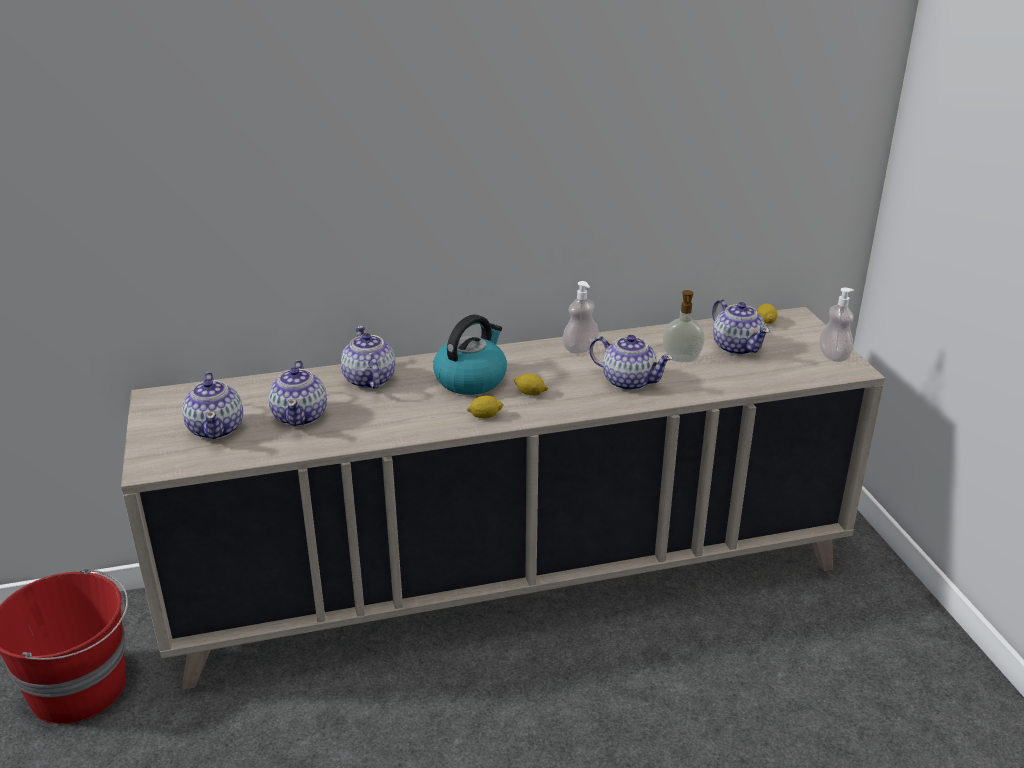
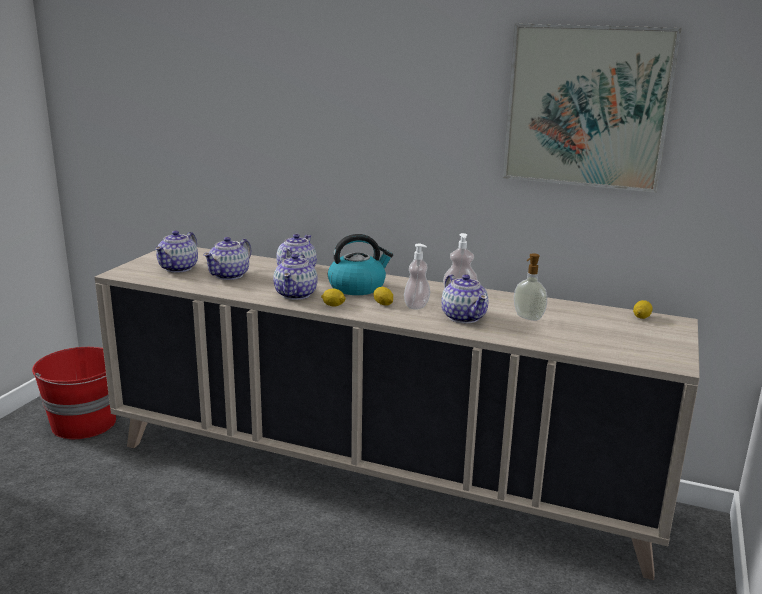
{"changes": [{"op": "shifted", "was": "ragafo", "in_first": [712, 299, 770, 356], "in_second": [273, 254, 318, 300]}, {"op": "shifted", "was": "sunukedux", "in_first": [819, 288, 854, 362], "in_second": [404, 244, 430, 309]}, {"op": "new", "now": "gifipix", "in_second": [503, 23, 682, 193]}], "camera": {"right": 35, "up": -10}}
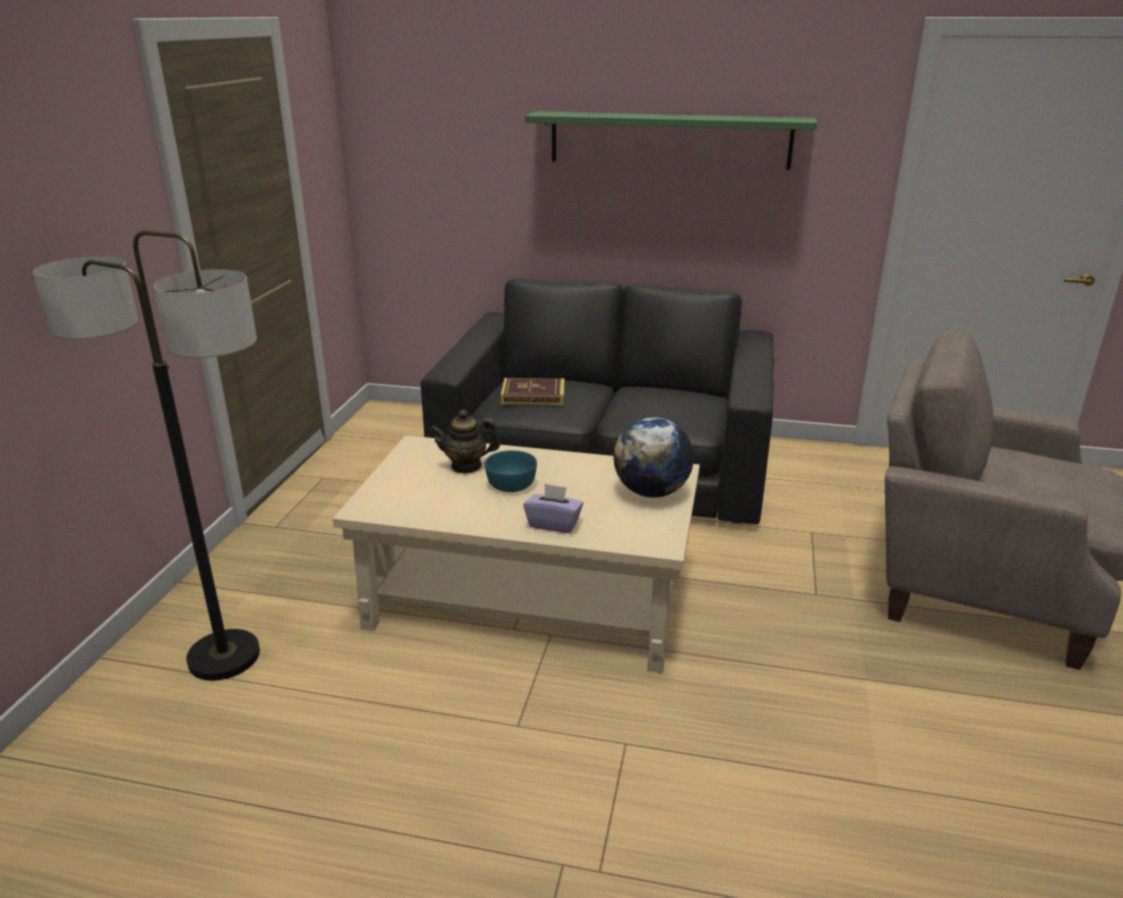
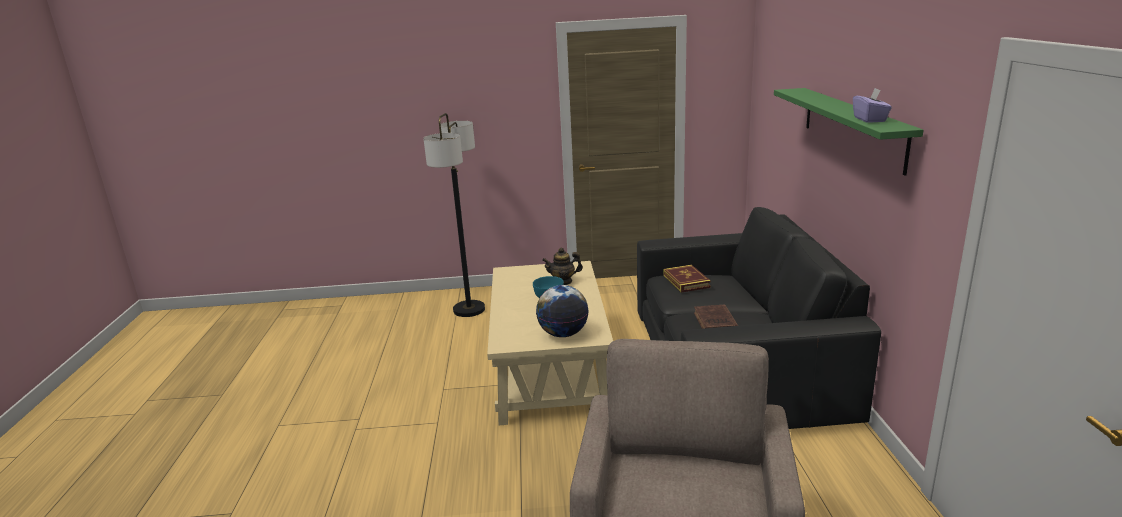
{"changes": [{"op": "rotated", "was": "ragafo", "in_first": [430, 410, 500, 473], "in_second": [542, 248, 583, 285], "clockwise": -75}, {"op": "shifted", "was": "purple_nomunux", "in_first": [523, 484, 583, 533], "in_second": [853, 88, 892, 123]}, {"op": "new", "now": "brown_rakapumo", "in_second": [694, 304, 738, 329]}], "camera": {"right": 75, "up": -5}}
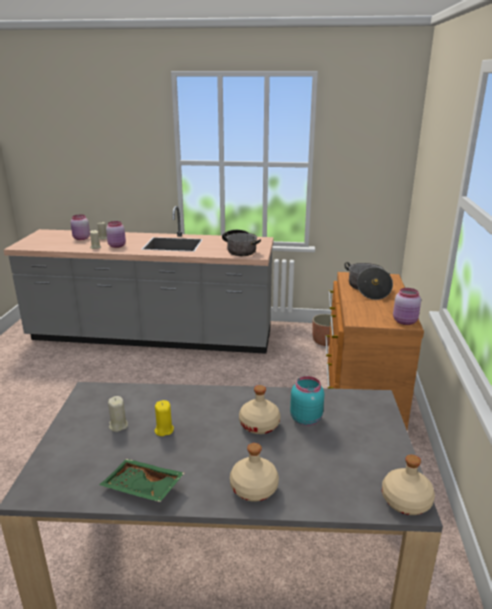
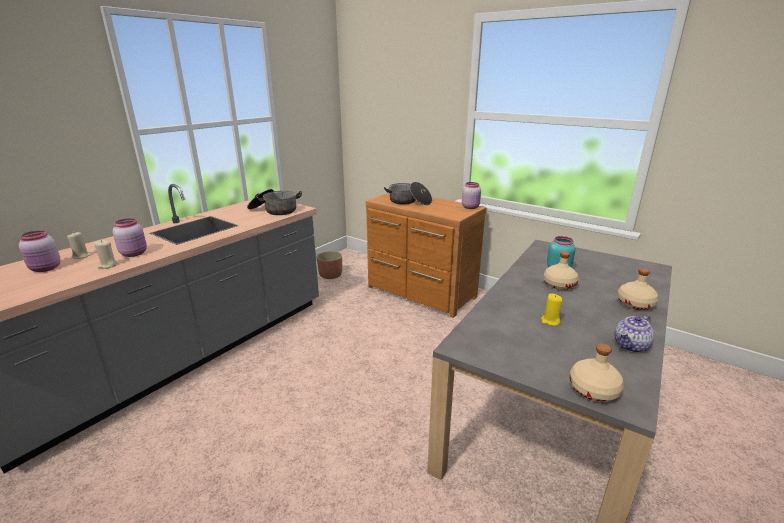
{"changes": [{"op": "swapped", "was": "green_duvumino", "now": "ragafo", "in_first": [99, 459, 184, 502], "in_second": [614, 315, 655, 353]}, {"op": "gone", "was": "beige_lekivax", "in_first": [108, 396, 128, 432]}, {"op": "shifted", "was": "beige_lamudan", "in_first": [382, 455, 435, 515], "in_second": [570, 343, 624, 402]}], "camera": {"right": -60, "up": 0}}
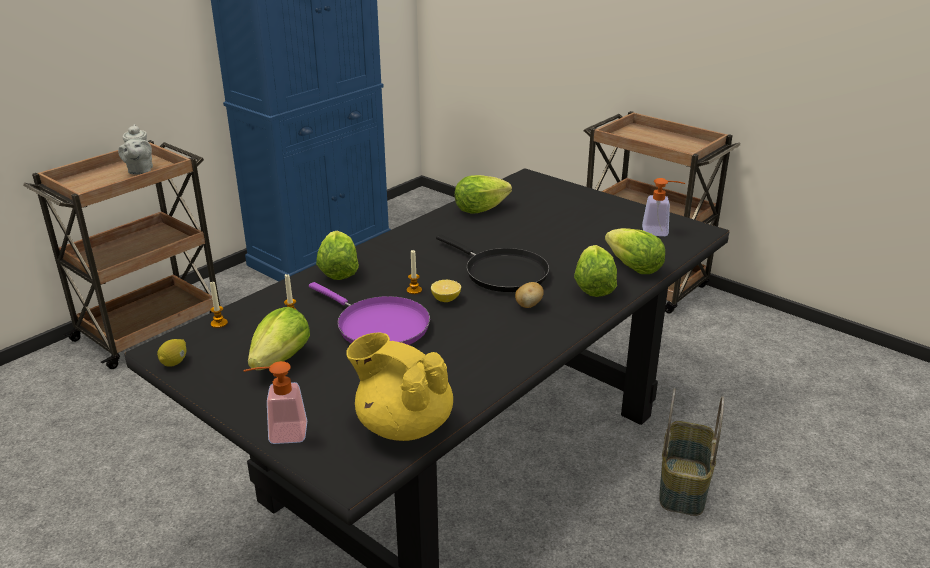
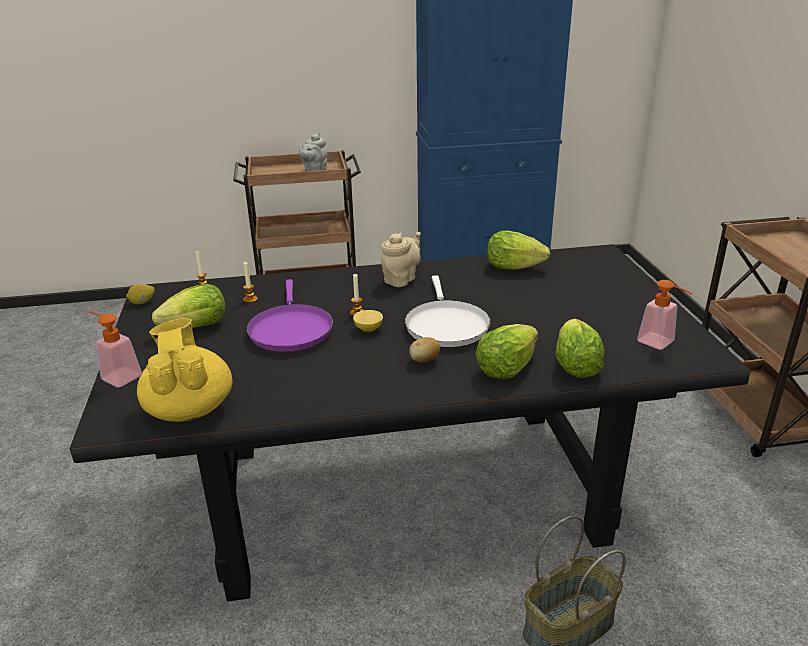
{"changes": [{"op": "gone", "was": "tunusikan", "in_first": [316, 231, 359, 280]}, {"op": "repainted", "was": "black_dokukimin", "now": "white_dokukimin", "in_first": [436, 235, 549, 292], "in_second": [405, 275, 491, 347]}, {"op": "new", "now": "beige_ragafo", "in_second": [381, 232, 421, 287]}], "camera": {"right": 40, "up": 0}}
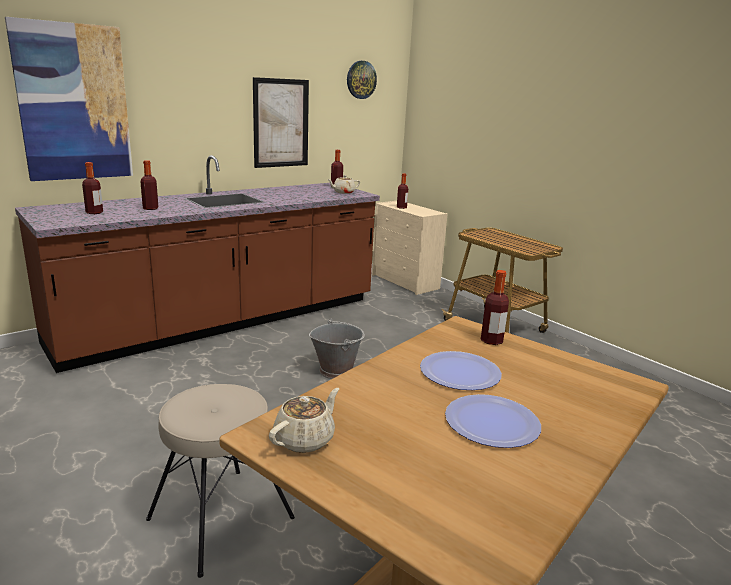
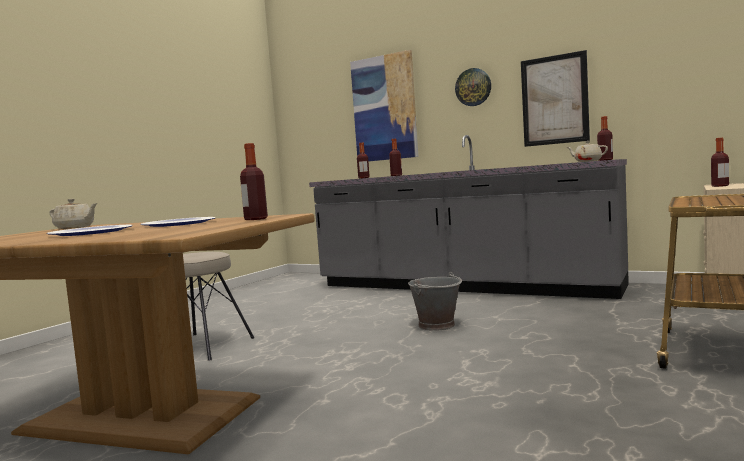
{"changes": [{"op": "repainted", "was": "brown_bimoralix", "now": "grey_bimoralix", "in_first": [15, 155, 380, 373], "in_second": [309, 135, 629, 299]}, {"op": "shifted", "was": "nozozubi", "in_first": [347, 61, 377, 99], "in_second": [455, 68, 491, 106]}], "camera": {"right": 70, "up": -15}}
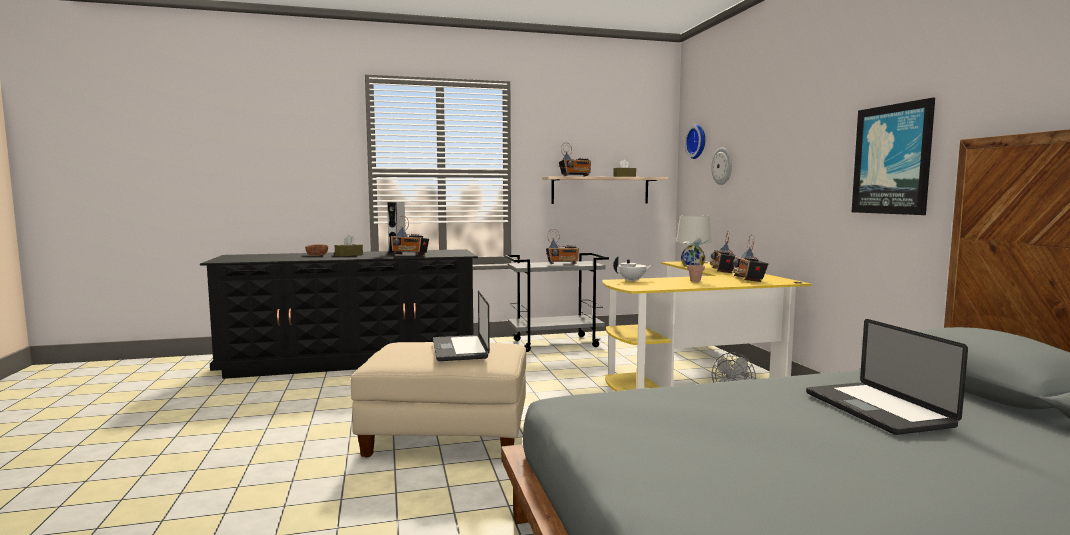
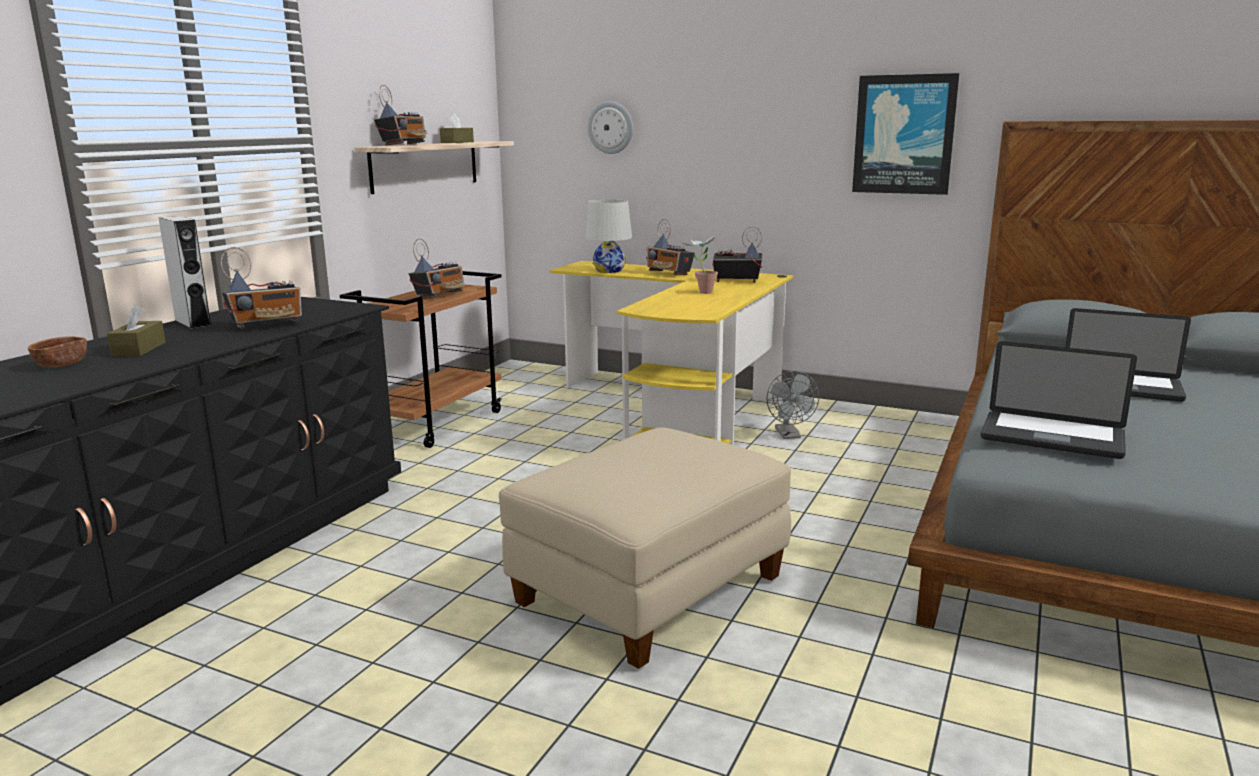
{"changes": [{"op": "shifted", "was": "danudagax", "in_first": [433, 290, 490, 361], "in_second": [981, 341, 1137, 459]}, {"op": "repainted", "was": "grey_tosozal", "now": "brown_tosozal", "in_first": [505, 253, 609, 352], "in_second": [340, 271, 502, 448]}, {"op": "gone", "was": "white_ragafo", "in_first": [613, 256, 653, 282]}, {"op": "gone", "was": "nozozubi", "in_first": [685, 124, 705, 159]}, {"op": "rotated", "was": "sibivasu", "in_first": [733, 235, 768, 282], "in_second": [712, 226, 762, 283], "clockwise": 150}], "camera": {"right": -50, "up": 10}}
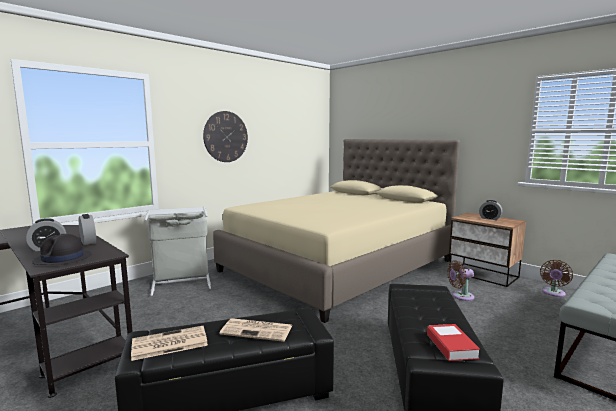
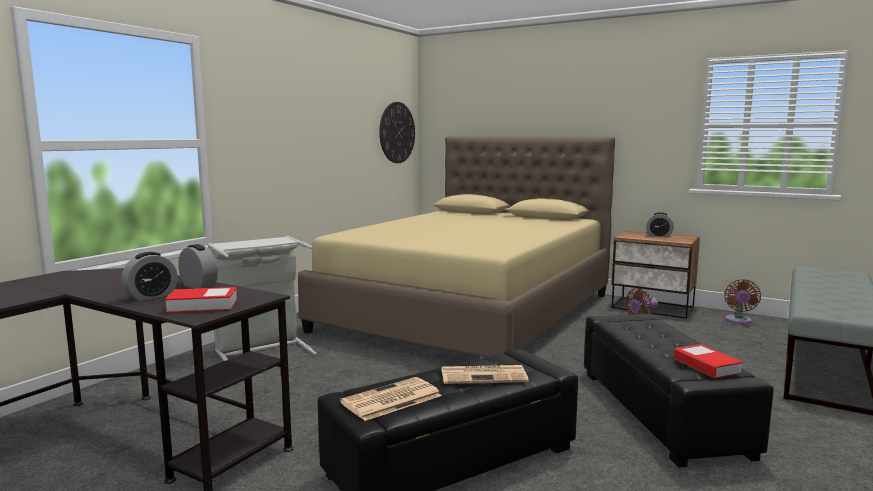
{"changes": [{"op": "swapped", "was": "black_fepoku", "now": "rakapumo", "in_first": [32, 234, 92, 265], "in_second": [165, 287, 237, 313]}, {"op": "shifted", "was": "nozozubi", "in_first": [203, 111, 248, 162], "in_second": [379, 102, 415, 163]}], "camera": {"right": -15, "up": 0}}
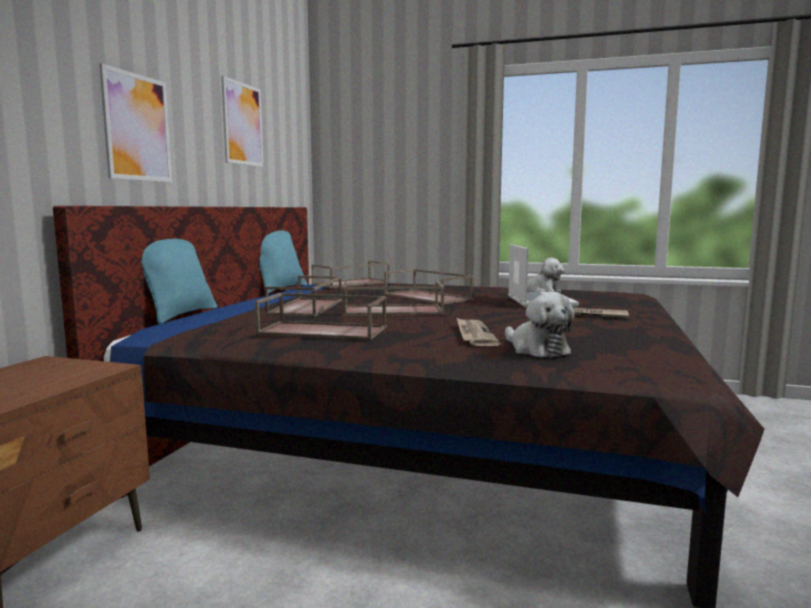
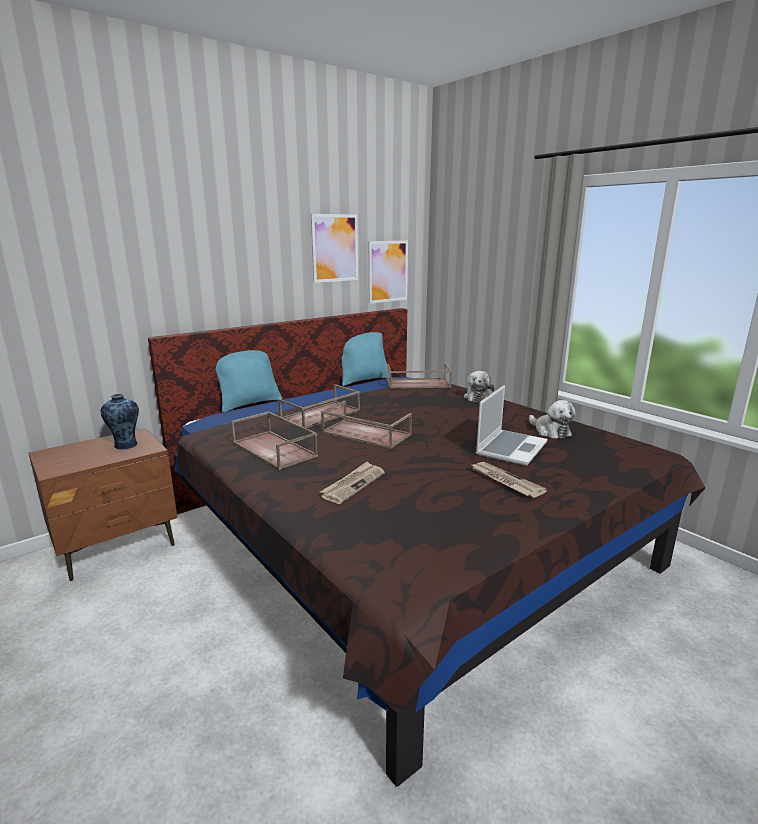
{"changes": [{"op": "shifted", "was": "gifipix", "in_first": [99, 63, 172, 182], "in_second": [368, 241, 408, 304]}, {"op": "gone", "was": "brown_duvumino", "in_first": [384, 269, 474, 304]}, {"op": "shifted", "was": "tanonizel", "in_first": [505, 293, 575, 358], "in_second": [464, 371, 495, 402]}, {"op": "new", "now": "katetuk", "in_second": [101, 394, 139, 450]}], "camera": {"right": 35, "up": 10}}
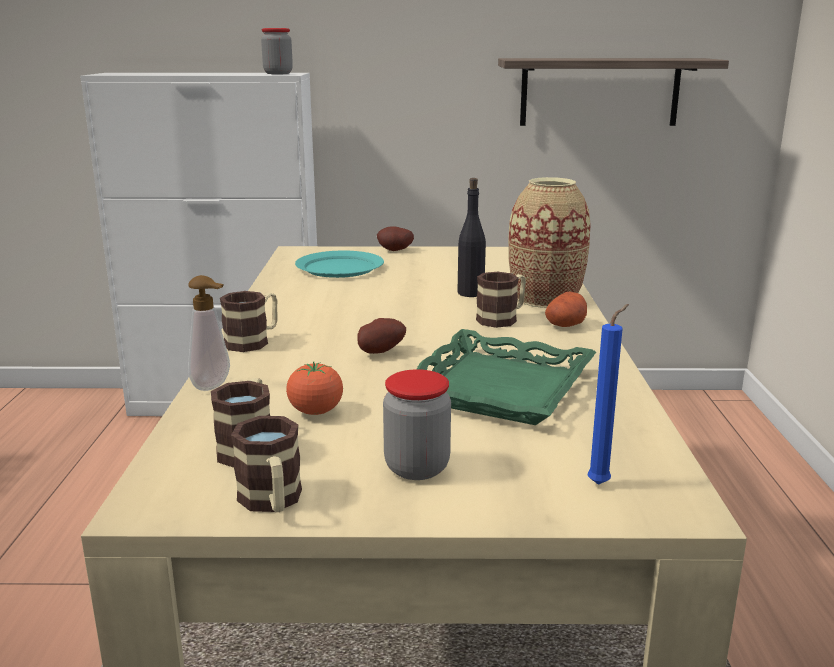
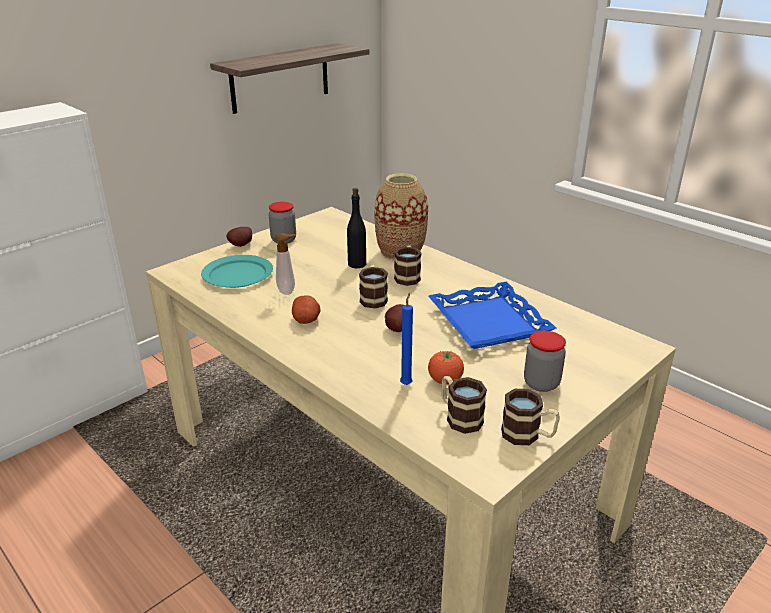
{"changes": [{"op": "shifted", "was": "sunukedux", "in_first": [188, 275, 230, 391], "in_second": [275, 233, 296, 295]}, {"op": "shifted", "was": "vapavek", "in_first": [220, 291, 278, 352], "in_second": [359, 265, 388, 309]}, {"op": "shifted", "was": "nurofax", "in_first": [261, 28, 293, 74], "in_second": [269, 202, 296, 244]}, {"op": "repainted", "was": "green_duvumino", "now": "blue_duvumino", "in_first": [417, 329, 596, 425], "in_second": [428, 282, 556, 349]}, {"op": "shifted", "was": "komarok", "in_first": [545, 292, 587, 327], "in_second": [292, 295, 320, 324]}, {"op": "shifted", "was": "blue_lekivax", "in_first": [587, 304, 629, 485], "in_second": [400, 293, 413, 385]}], "camera": {"right": -45, "up": 10}}
